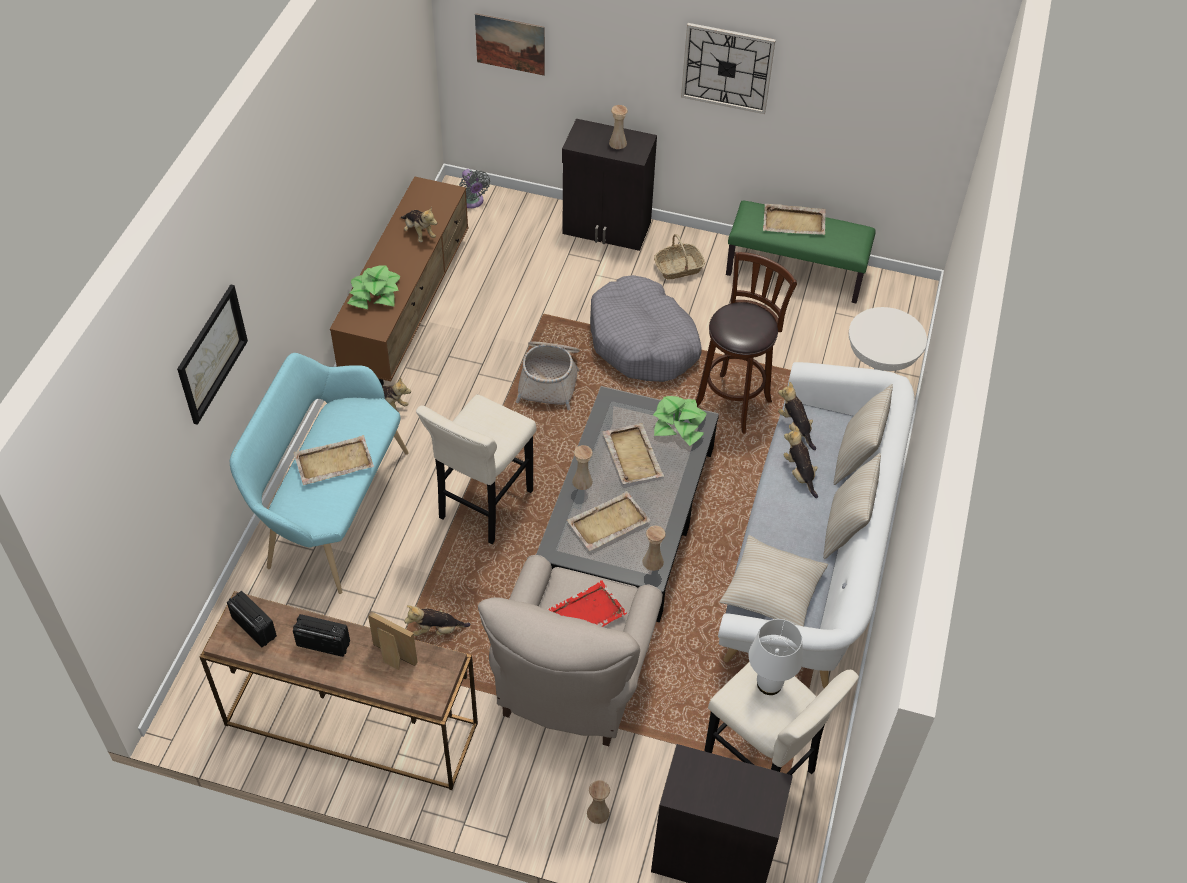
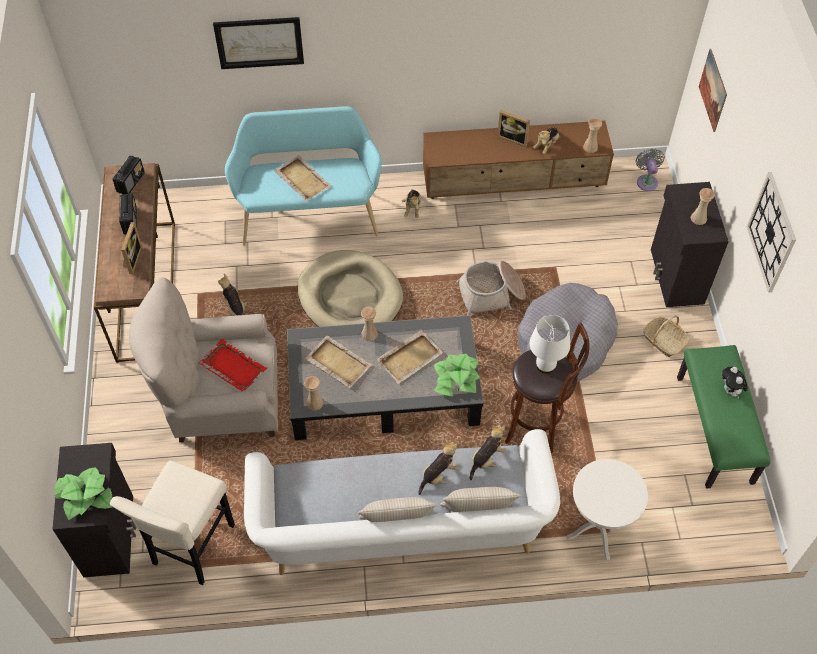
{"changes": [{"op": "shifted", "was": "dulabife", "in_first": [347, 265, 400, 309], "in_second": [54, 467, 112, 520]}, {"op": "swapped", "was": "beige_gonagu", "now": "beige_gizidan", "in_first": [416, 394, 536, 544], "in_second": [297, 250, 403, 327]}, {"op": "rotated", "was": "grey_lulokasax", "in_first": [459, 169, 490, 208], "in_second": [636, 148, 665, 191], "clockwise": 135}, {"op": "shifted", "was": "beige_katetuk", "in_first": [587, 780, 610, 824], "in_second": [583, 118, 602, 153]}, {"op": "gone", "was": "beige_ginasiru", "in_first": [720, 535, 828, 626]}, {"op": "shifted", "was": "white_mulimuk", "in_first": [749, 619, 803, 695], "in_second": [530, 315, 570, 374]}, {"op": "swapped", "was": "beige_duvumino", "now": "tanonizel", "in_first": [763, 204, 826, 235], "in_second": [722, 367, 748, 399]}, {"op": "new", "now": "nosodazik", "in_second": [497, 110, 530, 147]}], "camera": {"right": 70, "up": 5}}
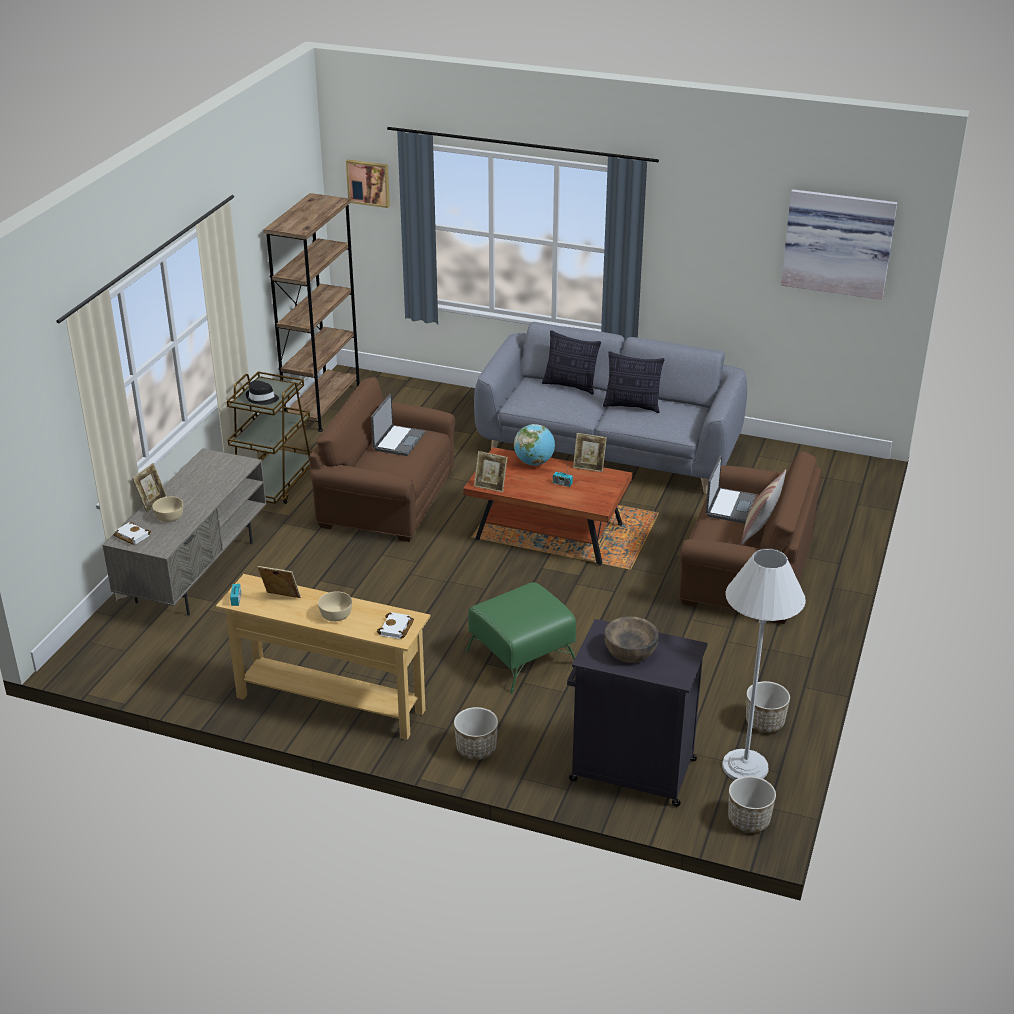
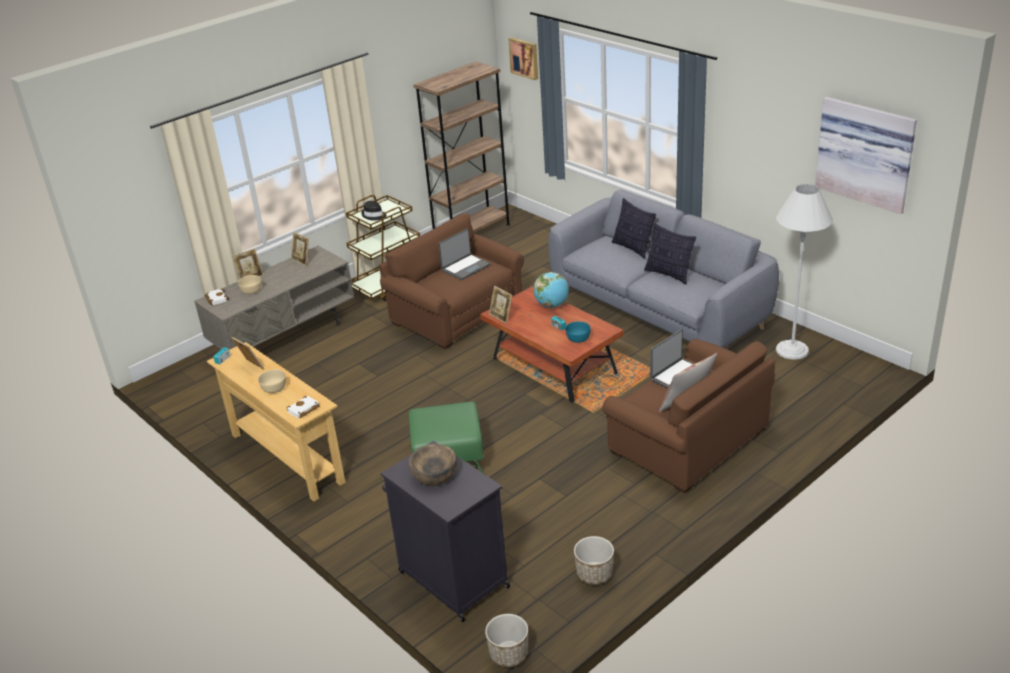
{"changes": [{"op": "gone", "was": "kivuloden", "in_first": [454, 707, 498, 760]}, {"op": "shifted", "was": "nosodazik", "in_first": [573, 433, 607, 472], "in_second": [291, 232, 309, 266]}, {"op": "shifted", "was": "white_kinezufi", "in_first": [722, 548, 806, 780], "in_second": [776, 184, 833, 360]}, {"op": "new", "now": "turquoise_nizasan", "in_second": [565, 321, 591, 343]}], "camera": {"right": 30, "up": 0}}
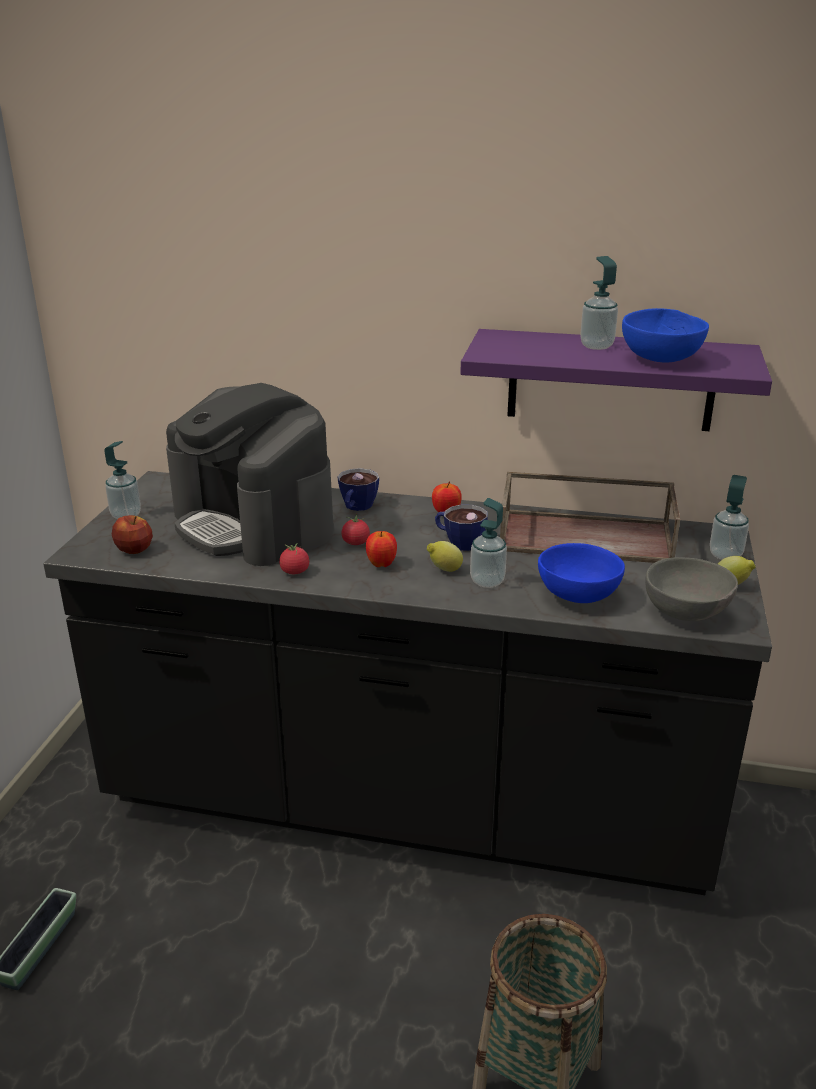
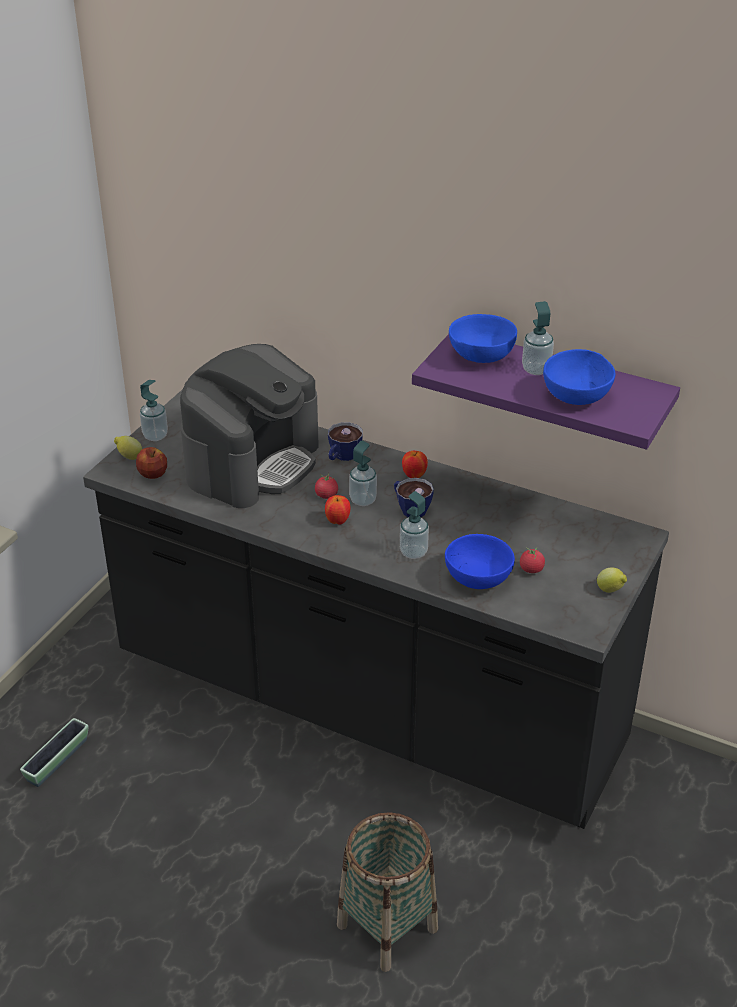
{"changes": [{"op": "rotated", "was": "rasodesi", "in_first": [166, 383, 334, 566], "in_second": [180, 344, 318, 508], "clockwise": -120}, {"op": "shifted", "was": "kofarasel", "in_first": [279, 543, 309, 574], "in_second": [520, 547, 545, 573]}, {"op": "shifted", "was": "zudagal", "in_first": [427, 541, 463, 572], "in_second": [114, 436, 142, 460]}, {"op": "gone", "was": "brown_duvumino", "in_first": [500, 472, 680, 563]}, {"op": "gone", "was": "grey_nizasan", "in_first": [645, 557, 738, 621]}, {"op": "shifted", "was": "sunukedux", "in_first": [710, 475, 749, 560], "in_second": [349, 441, 377, 506]}, {"op": "new", "now": "blue_nizasan", "in_second": [449, 314, 517, 363]}], "camera": {"right": 15, "up": 10}}
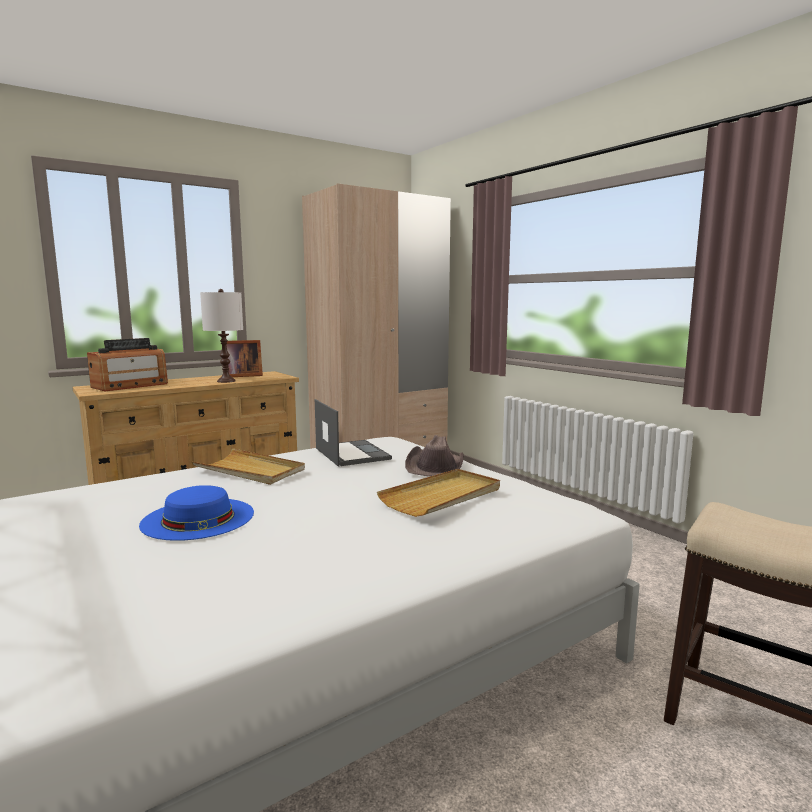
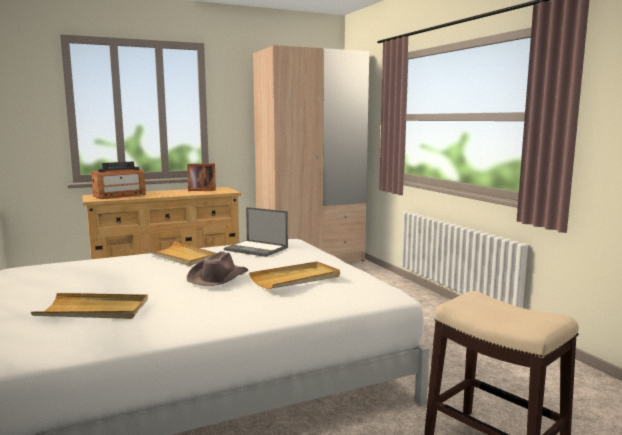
{"changes": [{"op": "gone", "was": "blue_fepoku", "in_first": [139, 485, 254, 541]}, {"op": "gone", "was": "white_mulimuk", "in_first": [200, 289, 243, 383]}, {"op": "rotated", "was": "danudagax", "in_first": [315, 399, 392, 467], "in_second": [224, 207, 288, 257], "clockwise": 135}, {"op": "shifted", "was": "brown_fepoku", "in_first": [405, 435, 464, 477], "in_second": [187, 251, 249, 286]}, {"op": "new", "now": "beige_duvumino", "in_second": [31, 293, 148, 319]}], "camera": {"right": 10, "up": 0}}
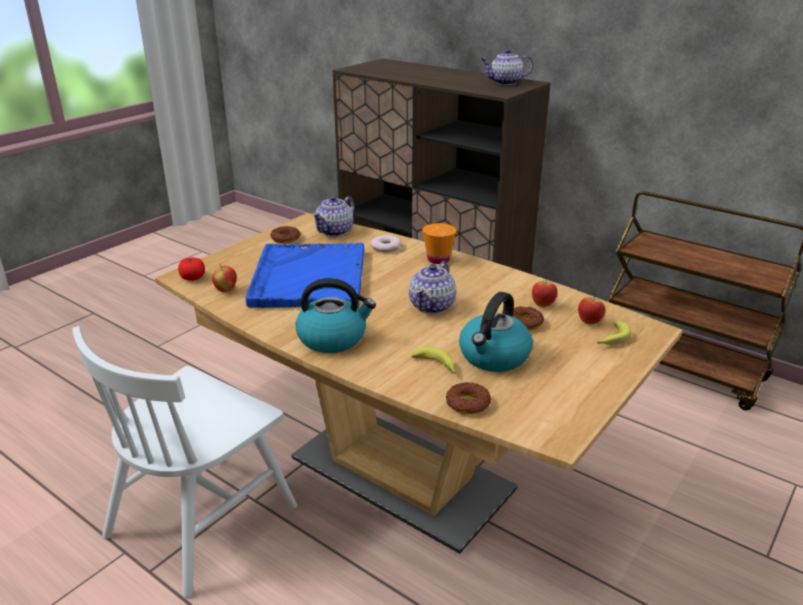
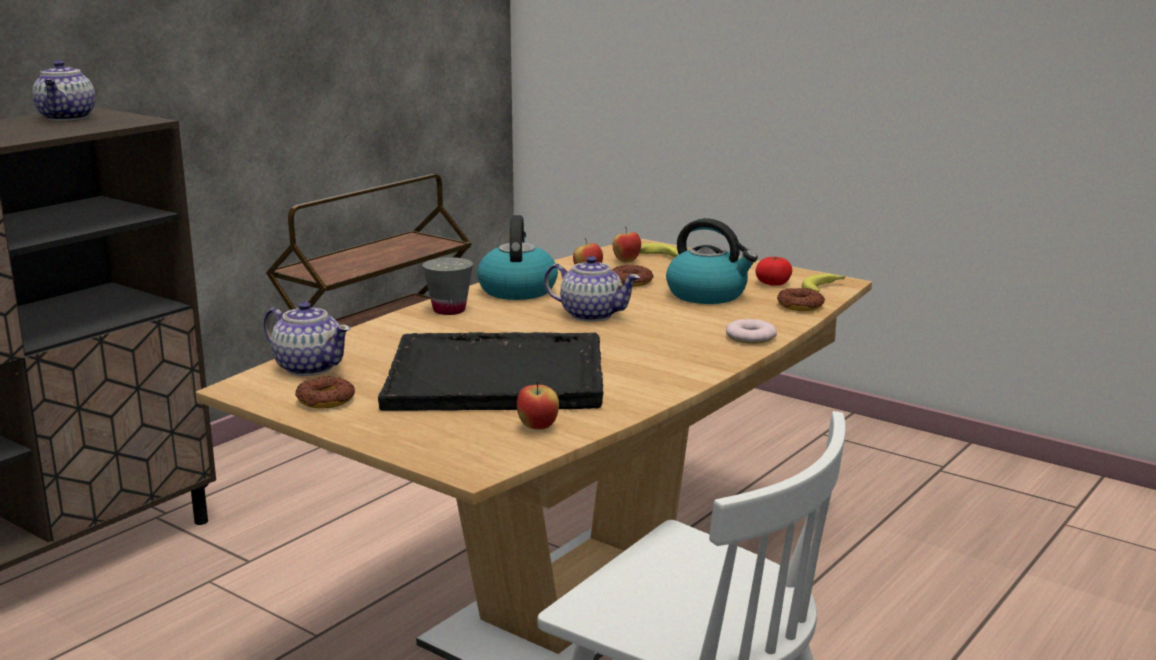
{"changes": [{"op": "shifted", "was": "kofarasel", "in_first": [178, 257, 205, 281], "in_second": [756, 257, 792, 286]}, {"op": "repainted", "was": "blue_duvumino", "now": "black_duvumino", "in_first": [245, 243, 365, 308], "in_second": [378, 332, 603, 411]}, {"op": "shifted", "was": "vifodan", "in_first": [296, 278, 376, 353], "in_second": [477, 215, 558, 300]}, {"op": "shifted", "was": "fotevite", "in_first": [371, 235, 402, 252], "in_second": [726, 319, 777, 344]}, {"op": "shifted", "was": "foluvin", "in_first": [411, 347, 456, 373], "in_second": [802, 274, 845, 292]}, {"op": "repainted", "was": "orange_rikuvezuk", "now": "grey_rikuvezuk", "in_first": [422, 223, 457, 264], "in_second": [422, 257, 473, 315]}], "camera": {"right": -90, "up": -10}}
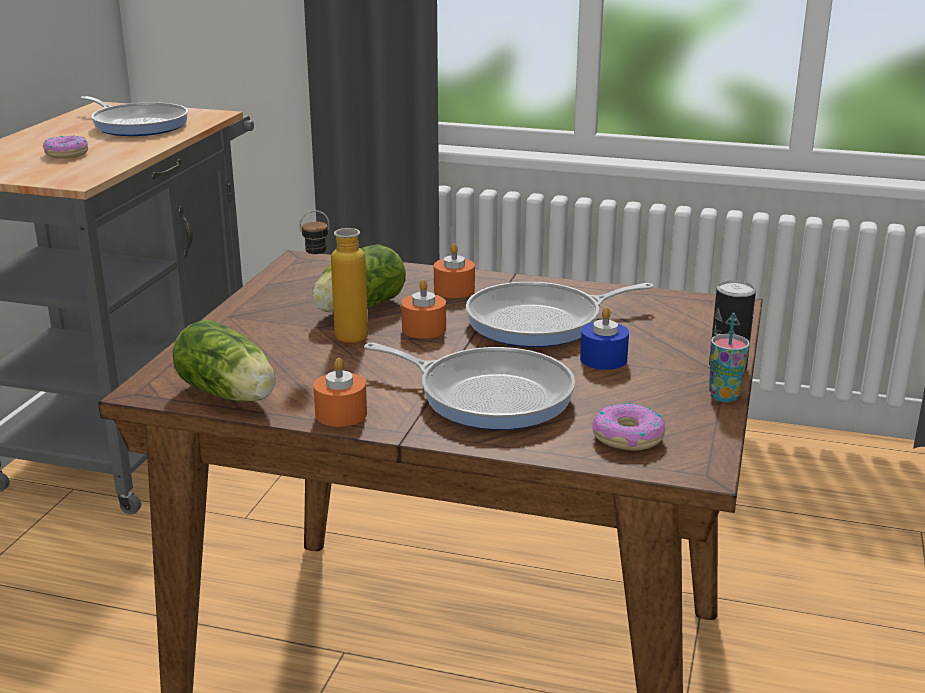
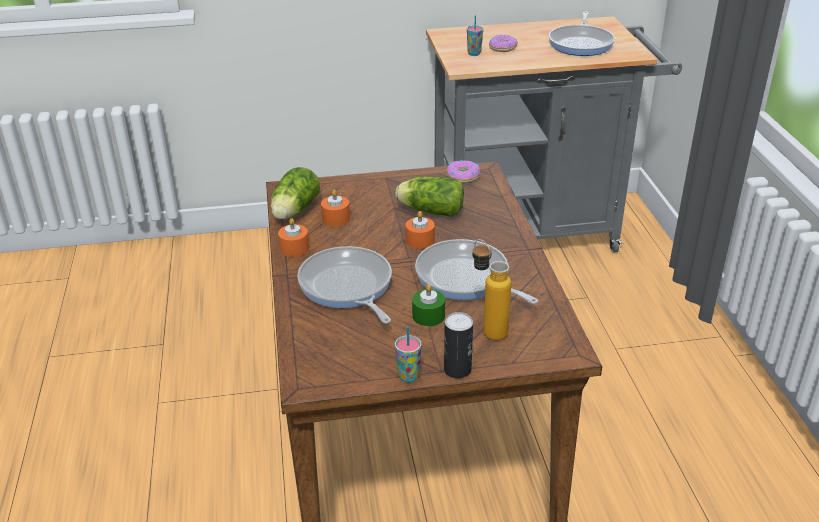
{"changes": [{"op": "shifted", "was": "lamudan", "in_first": [299, 210, 368, 343], "in_second": [473, 239, 511, 340]}, {"op": "rotated", "was": "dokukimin", "in_first": [364, 343, 575, 430], "in_second": [297, 246, 392, 324], "clockwise": 150}, {"op": "shifted", "was": "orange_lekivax", "in_first": [434, 244, 475, 298], "in_second": [321, 189, 350, 226]}, {"op": "repainted", "was": "blue_lekivax", "now": "green_lekivax", "in_first": [580, 307, 629, 370], "in_second": [412, 284, 445, 326]}, {"op": "shifted", "was": "fotevite", "in_first": [592, 403, 665, 451], "in_second": [447, 160, 480, 183]}, {"op": "new", "now": "rikuvezuk", "in_second": [467, 15, 483, 56]}], "camera": {"right": 65, "up": 10}}
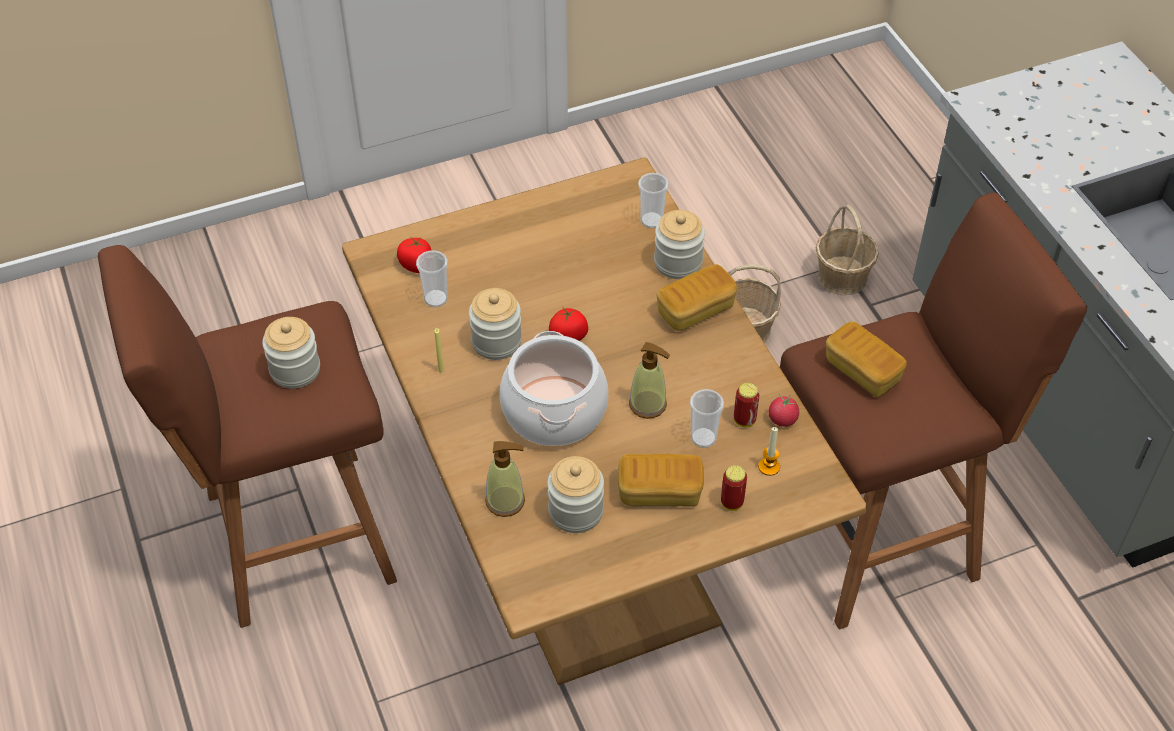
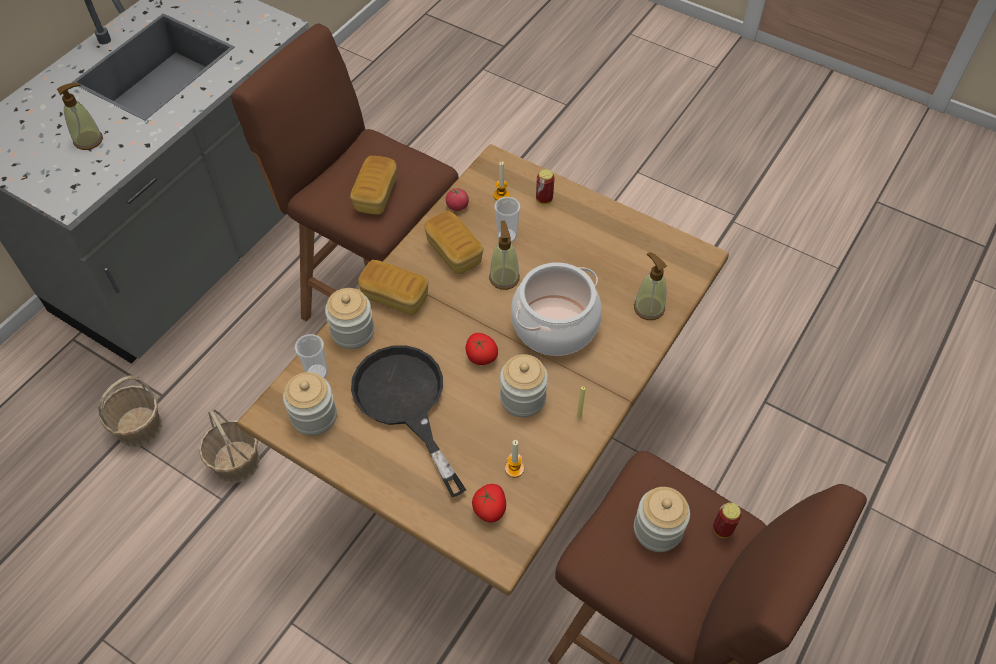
{"changes": [{"op": "swapped", "was": "rikuvezuk", "now": "lekivax", "in_first": [416, 251, 448, 307], "in_second": [505, 440, 524, 477]}, {"op": "shifted", "was": "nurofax", "in_first": [547, 456, 604, 533], "in_second": [283, 372, 337, 436]}, {"op": "shifted", "was": "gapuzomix", "in_first": [618, 454, 704, 507], "in_second": [425, 211, 483, 274]}, {"op": "shifted", "was": "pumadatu", "in_first": [734, 383, 760, 427], "in_second": [713, 503, 741, 538]}, {"op": "new", "now": "sunukedux", "in_second": [57, 83, 103, 150]}, {"op": "new", "now": "black_dokukimin", "in_second": [351, 345, 466, 497]}], "camera": {"right": -125, "up": 5}}
